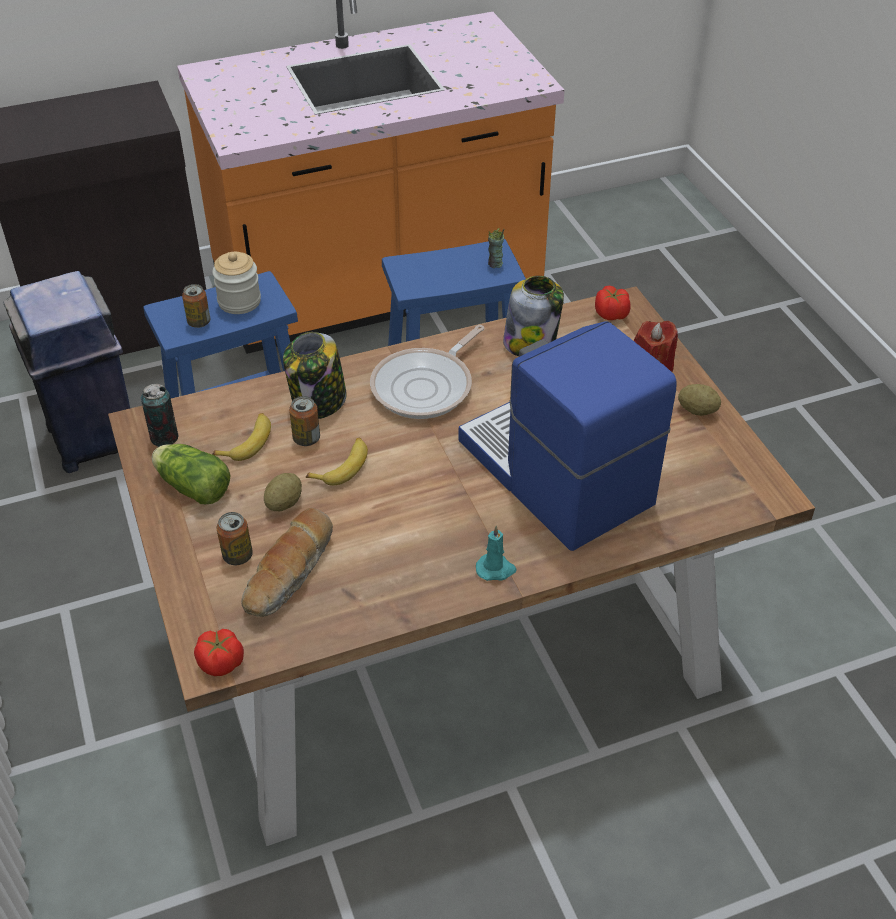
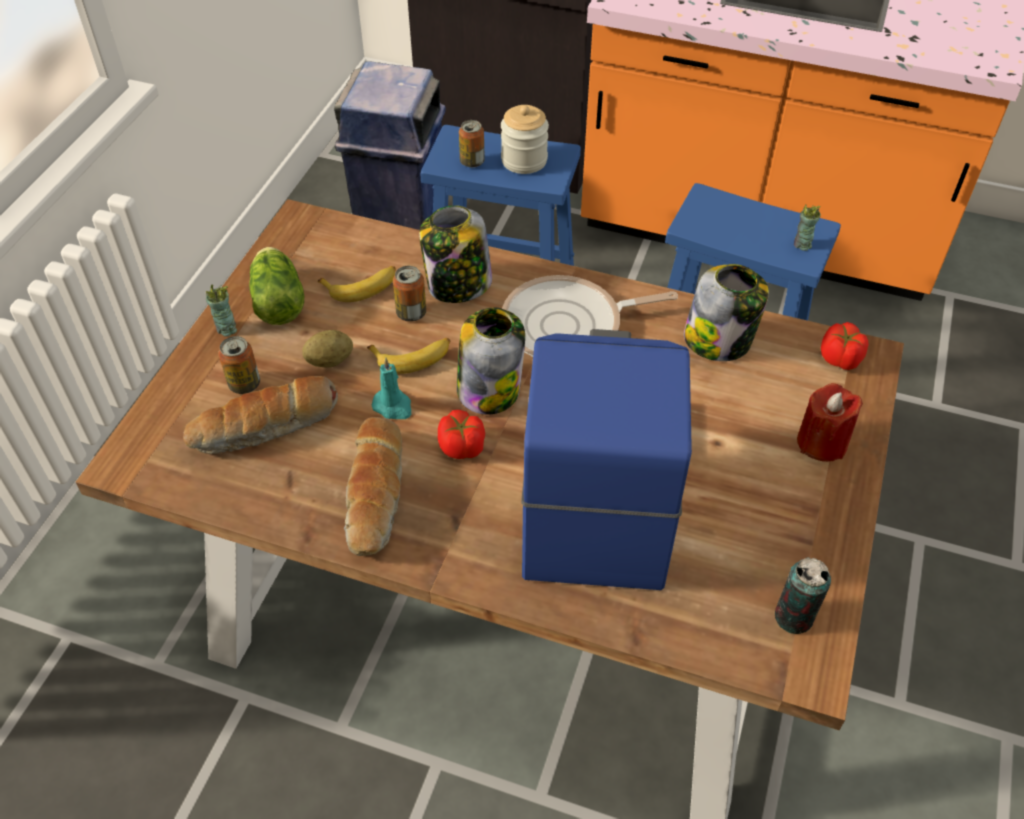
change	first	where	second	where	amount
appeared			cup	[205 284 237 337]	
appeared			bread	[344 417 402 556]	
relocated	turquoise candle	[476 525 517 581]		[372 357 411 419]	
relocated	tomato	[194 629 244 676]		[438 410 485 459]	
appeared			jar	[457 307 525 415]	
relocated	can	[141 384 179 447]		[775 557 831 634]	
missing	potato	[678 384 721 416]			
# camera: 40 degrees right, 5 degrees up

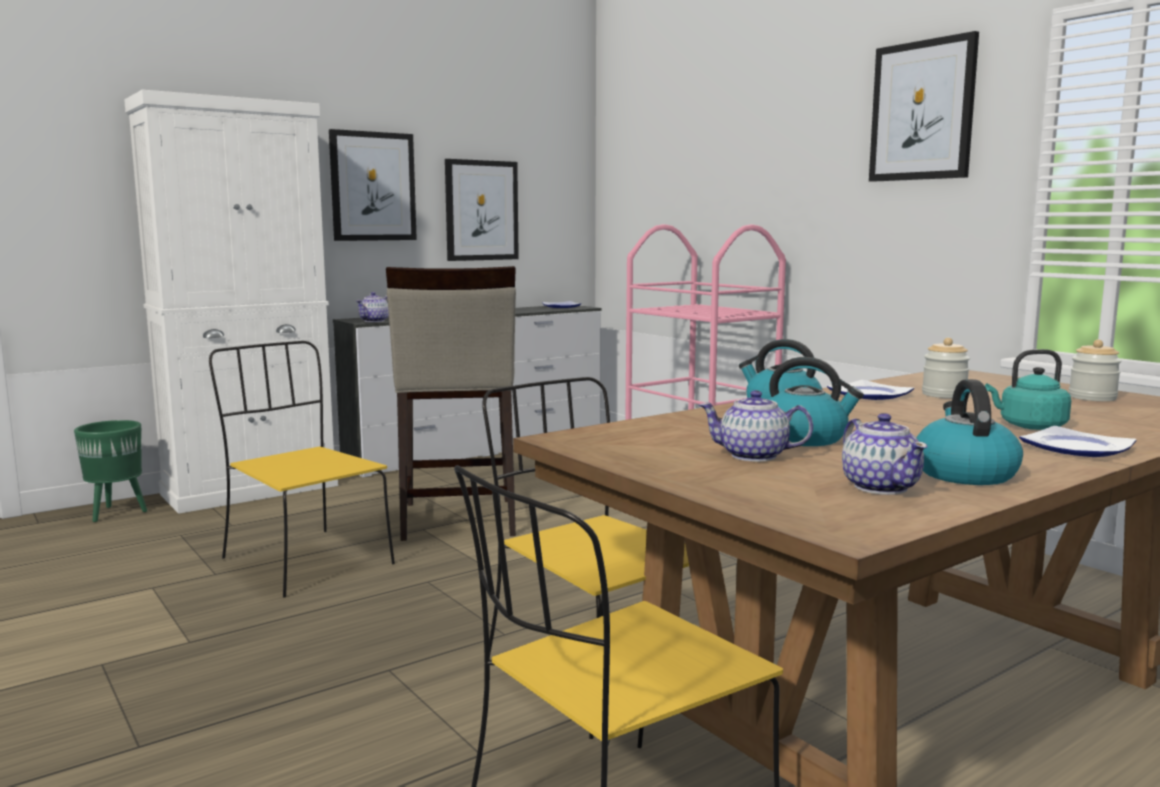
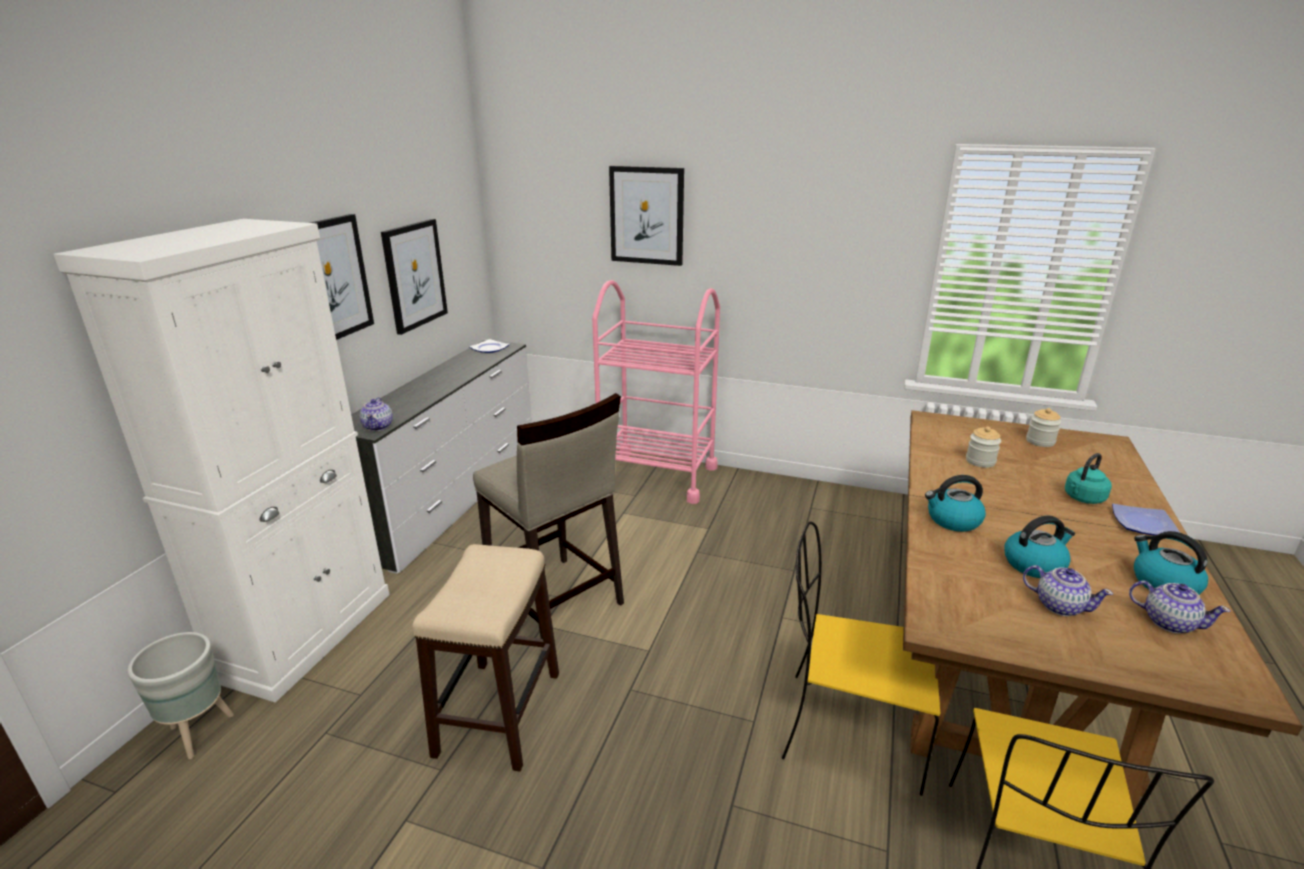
change	first	where	second	where	amount
colour	green planter	[74 420 147 522]	grey planter	[127 632 234 759]	
exchanged	yellow chair	[209 341 395 598]	stool	[412 544 559 771]	
relocated	picture	[869 31 979 182]		[609 166 684 266]	
spun	teapot	[699 390 813 462]		[1023 565 1113 616]	120 degrees counterclockwise
missing	plate	[827 380 914 400]			
# camera: 35 degrees left, 15 degrees up

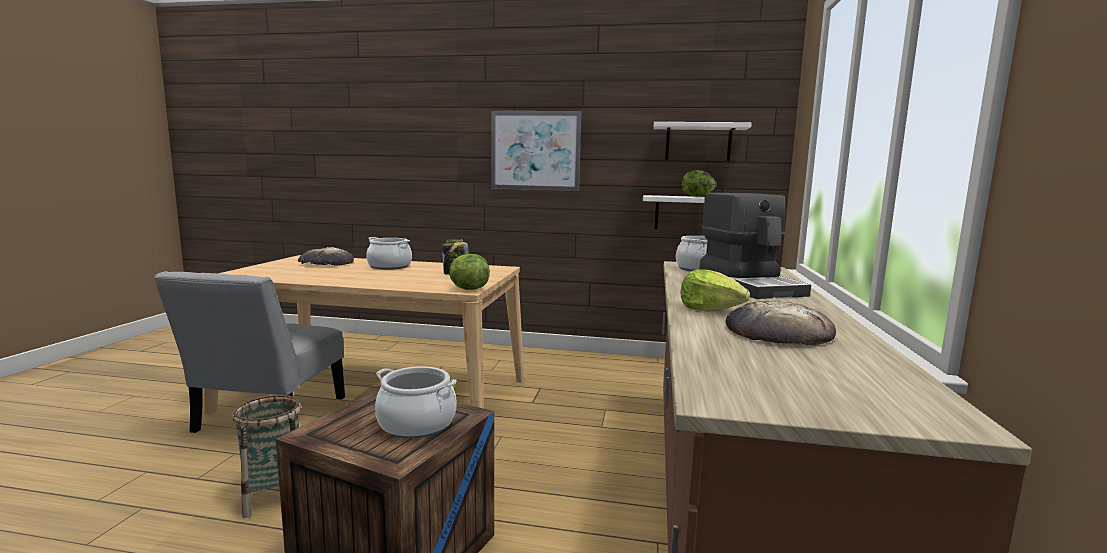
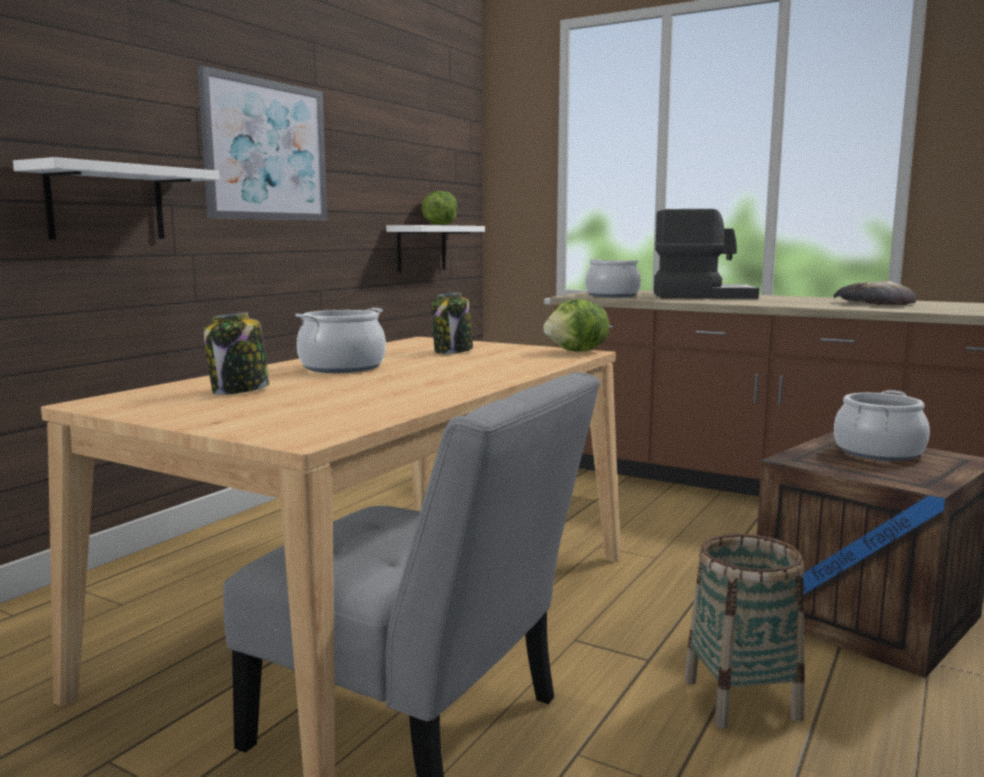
change	first	where	second	where	amount
relocated	white shelf	[654 122 752 161]		[13 157 219 240]	
exchanged	bread	[298 247 354 266]	jar	[203 313 269 395]	
missing	lettuce	[680 269 750 312]			
# camera: 70 degrees left, 0 degrees up

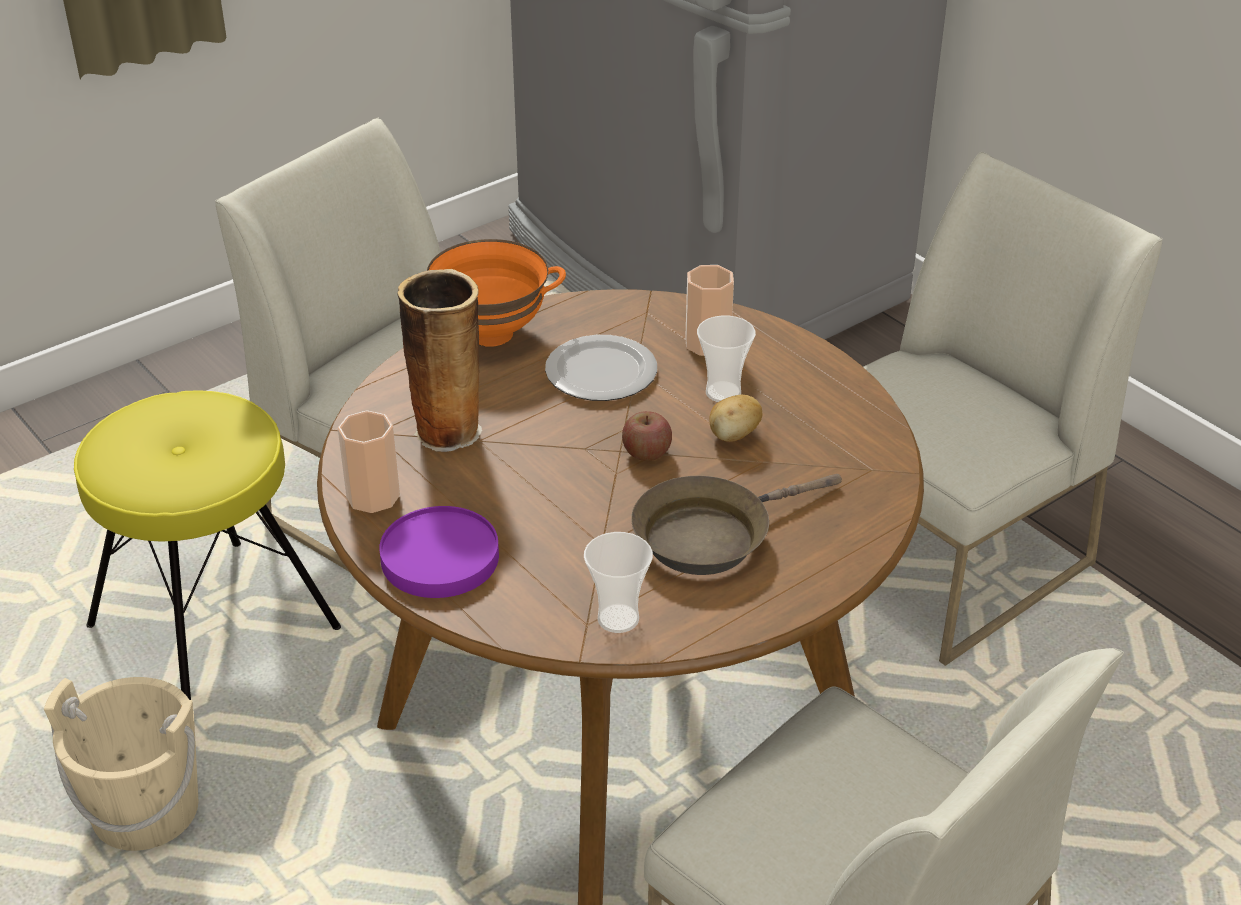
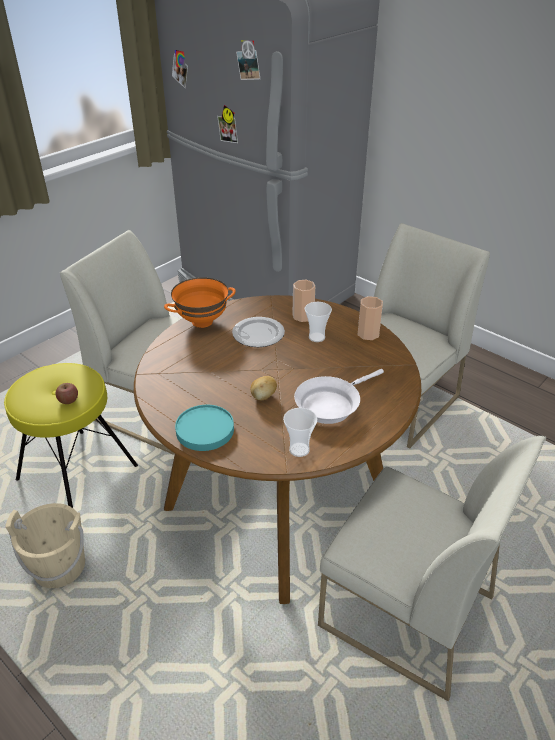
change	first	where	second	where	amount
relocated	apple	[622 411 672 461]		[56 383 78 404]	
colour	purple plate	[379 506 499 598]	turquoise plate	[175 405 234 451]	
relocated	potato	[709 395 763 442]		[251 376 277 400]	
colour	brown frying pan	[631 474 842 575]	white frying pan	[294 369 384 424]	
relocated	cup	[338 410 400 513]		[358 296 383 340]	
missing	vase	[397 269 482 452]			
# camera: 10 degrees left, 0 degrees up

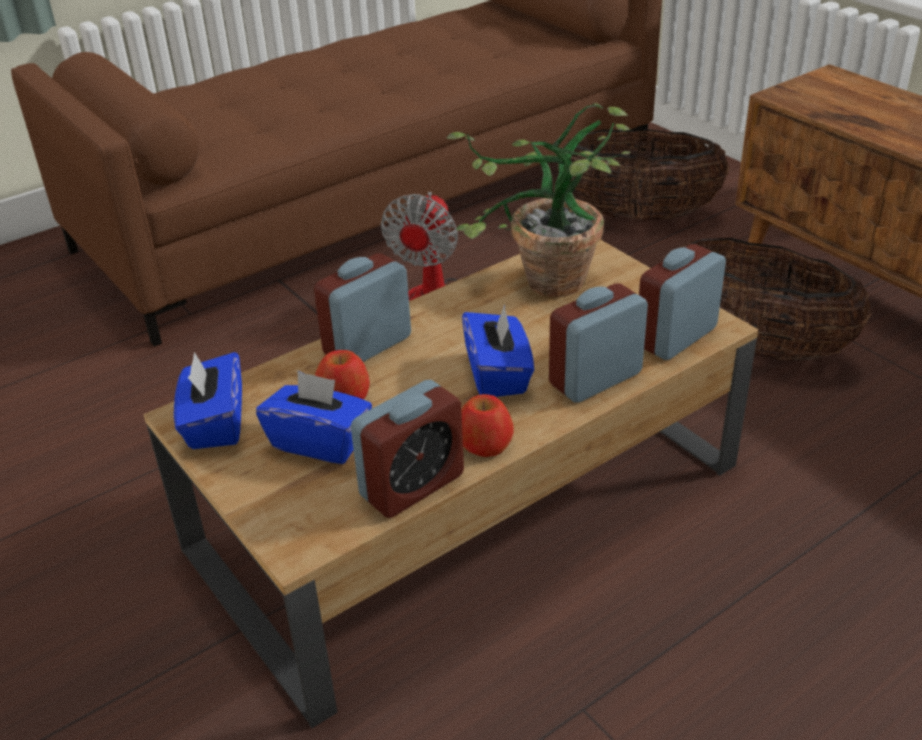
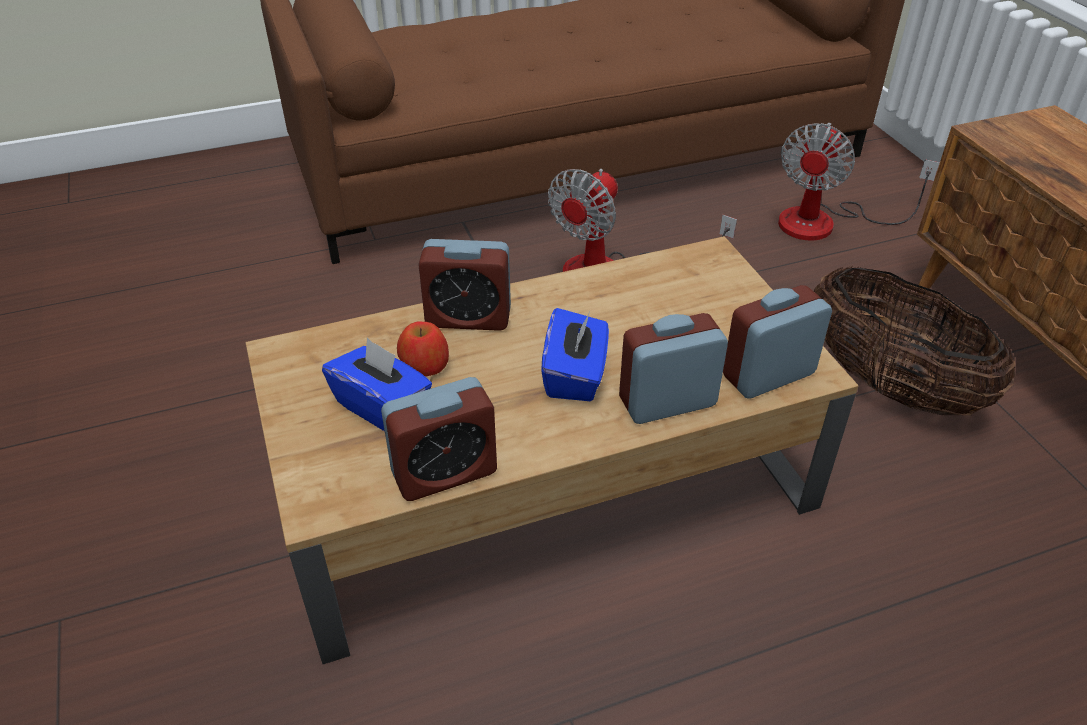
change	first	where	second	where	amount
spun	alarm clock	[314 253 411 362]		[418 239 511 331]	150 degrees counterclockwise
exchanged	basket	[557 129 729 220]	fan	[778 123 940 240]	
missing	blue tissue box	[174 352 242 449]			
missing	potted plant	[447 103 630 297]			
missing	apple	[461 394 514 457]			
# camera: 15 degrees right, 5 degrees up

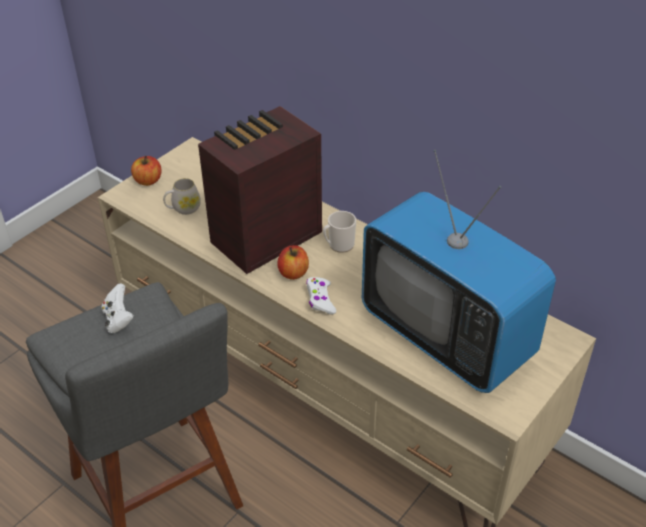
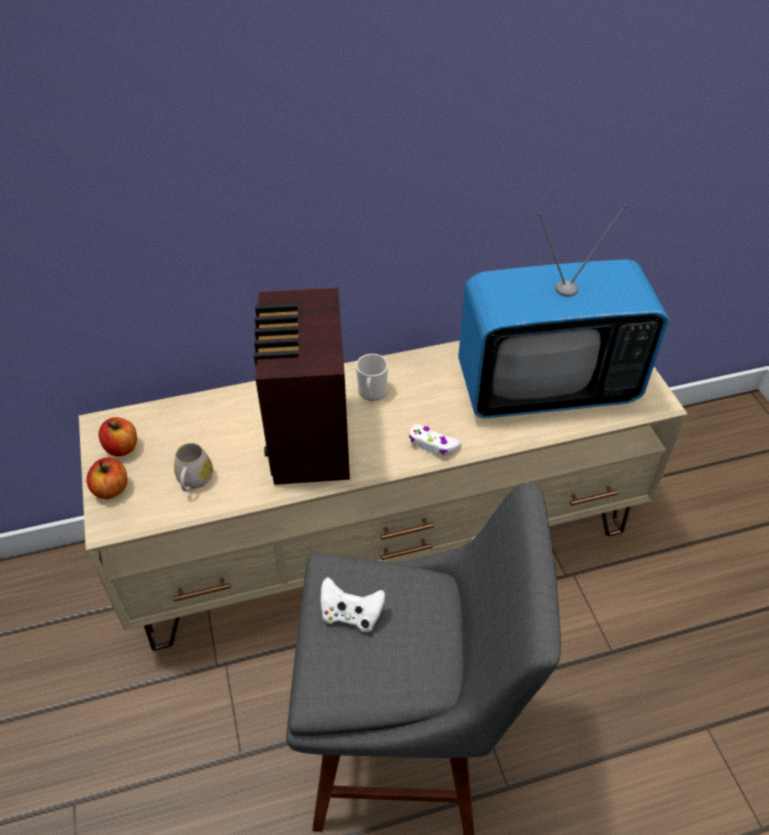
change	first	where	second	where	amount
relocated	apple	[277 245 309 280]		[98 417 137 456]	
# camera: 55 degrees left, 5 degrees up

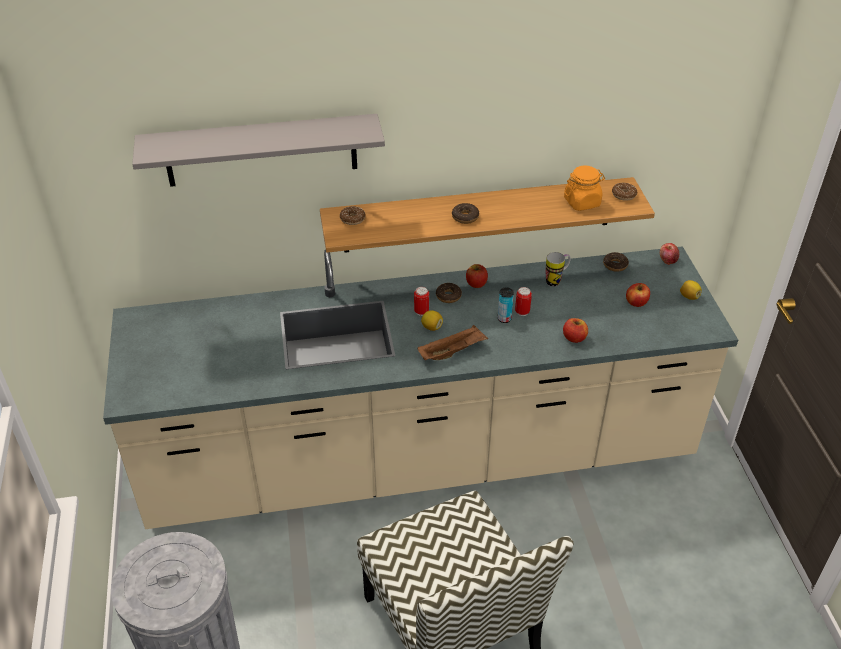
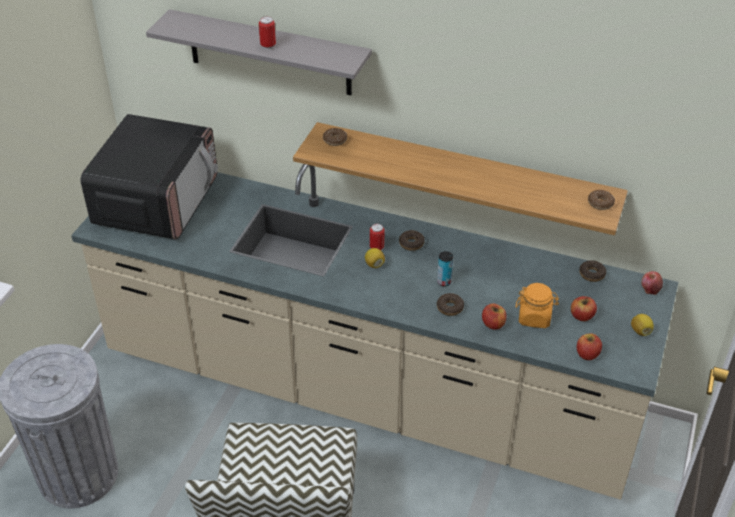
change	first	where	second	where	amount
appeared			microwave	[80 114 218 240]	
relocated	can	[515 287 532 316]		[259 16 276 49]	
relocated	donut	[452 203 479 224]		[437 293 464 316]	
relocated	orange jar	[564 166 605 211]		[516 283 559 328]	
relocated	apple	[466 264 488 288]		[577 334 602 360]	
missing	brown tray	[418 325 488 360]			
missing	mug	[546 252 571 287]			
# camera: 30 degrees right, 0 degrees up

